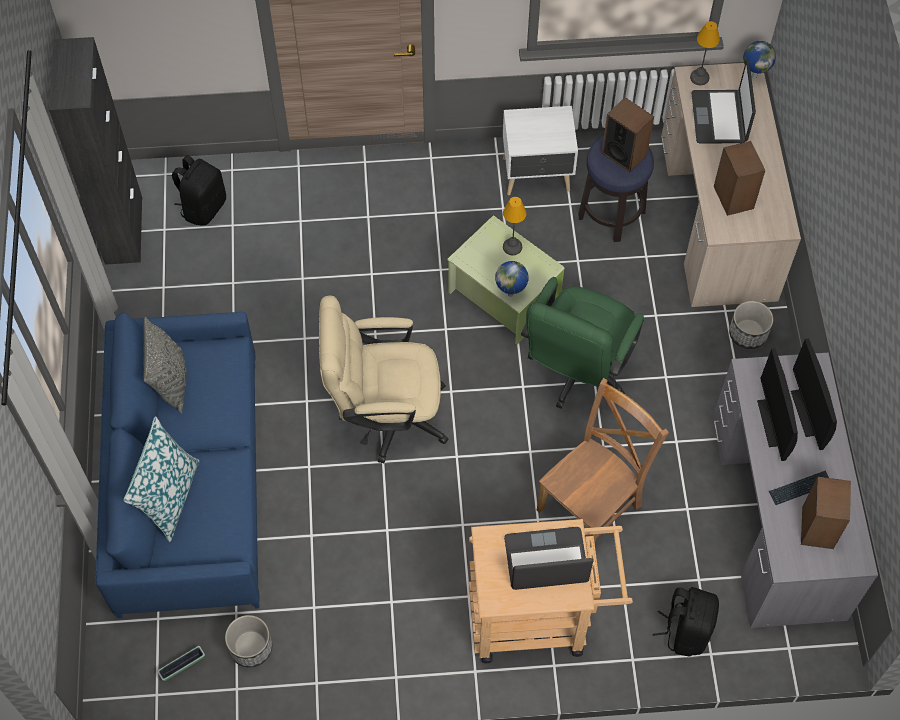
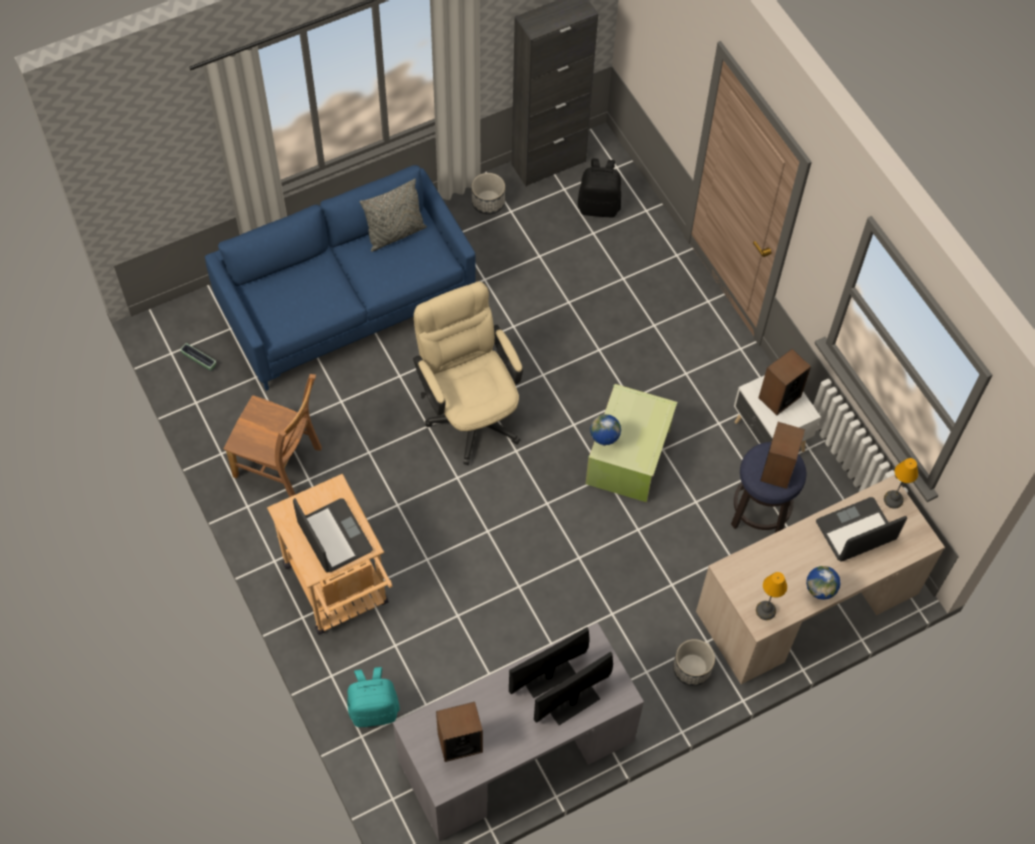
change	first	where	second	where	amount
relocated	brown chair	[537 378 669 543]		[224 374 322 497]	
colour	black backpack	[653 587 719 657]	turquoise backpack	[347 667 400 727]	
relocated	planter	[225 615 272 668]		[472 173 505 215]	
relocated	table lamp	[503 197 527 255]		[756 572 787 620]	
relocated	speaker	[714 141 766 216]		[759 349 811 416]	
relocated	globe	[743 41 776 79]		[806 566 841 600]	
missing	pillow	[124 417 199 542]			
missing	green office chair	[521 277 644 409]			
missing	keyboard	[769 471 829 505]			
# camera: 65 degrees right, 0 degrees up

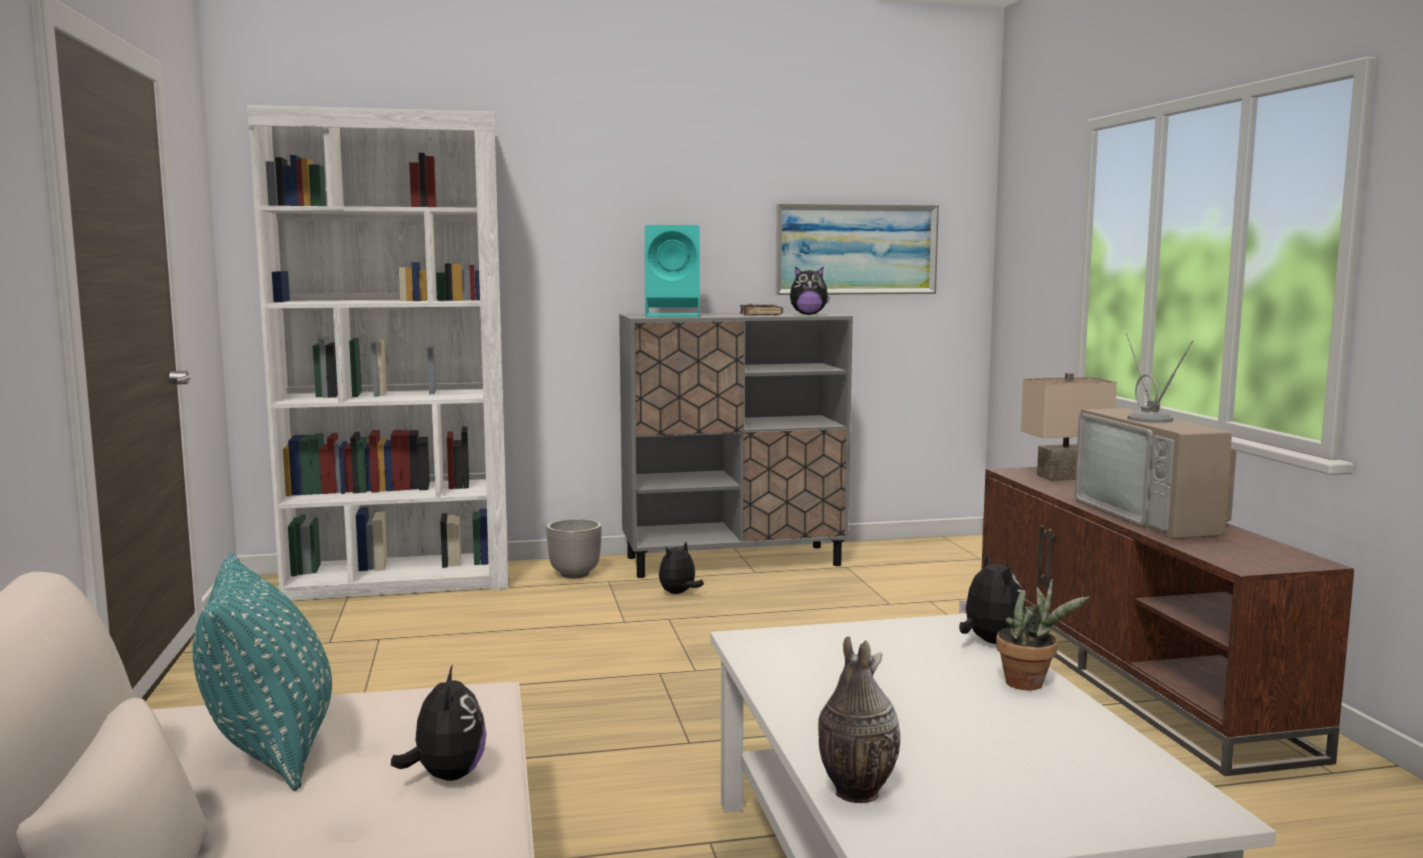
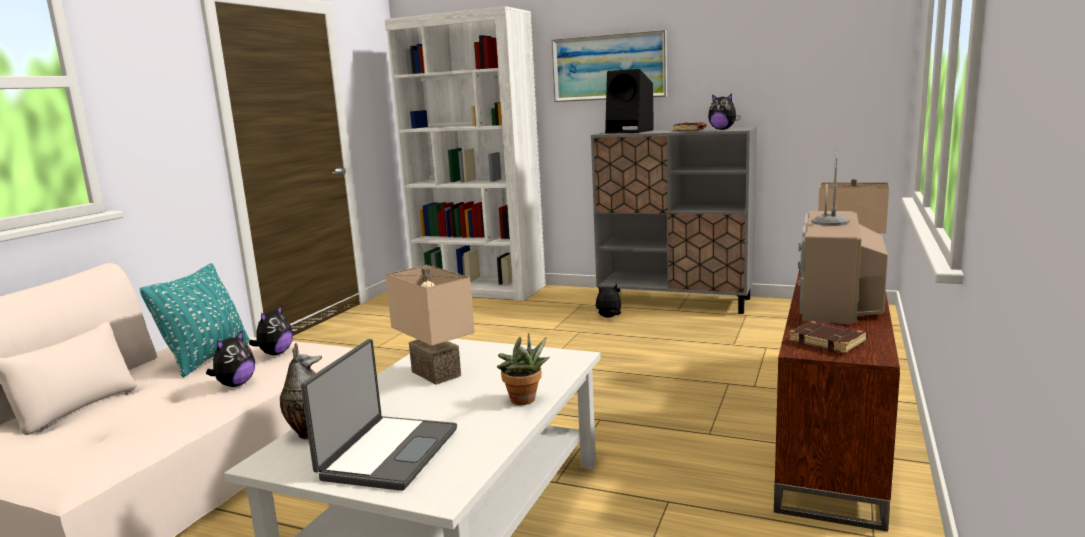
change	first	where	second	where	amount
relocated	plush toy	[959 553 1025 644]		[249 304 293 355]	
appeared			laptop	[301 339 457 491]	
appeared			beige table lamp	[385 265 475 385]	
relocated	picture	[776 204 939 295]		[551 30 667 102]	
colour	turquoise speaker	[645 225 700 317]	black speaker	[605 69 654 134]	
appeared			brown book	[789 320 867 354]	
missing	planter	[546 519 602 578]			
# camera: 35 degrees right, 5 degrees up

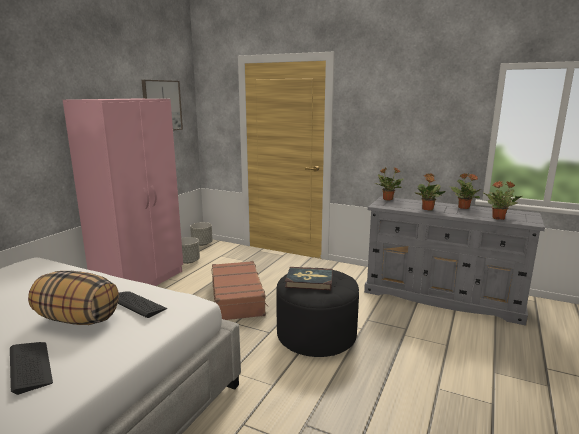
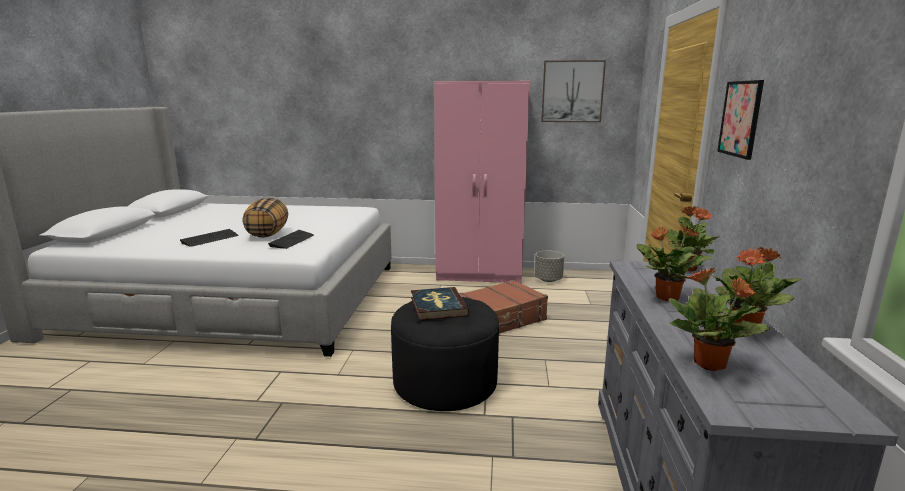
change	first	where	second	where	amount
appeared			picture	[717 80 764 160]	
missing	grey planter	[190 222 213 246]			
# camera: 70 degrees right, 0 degrees up

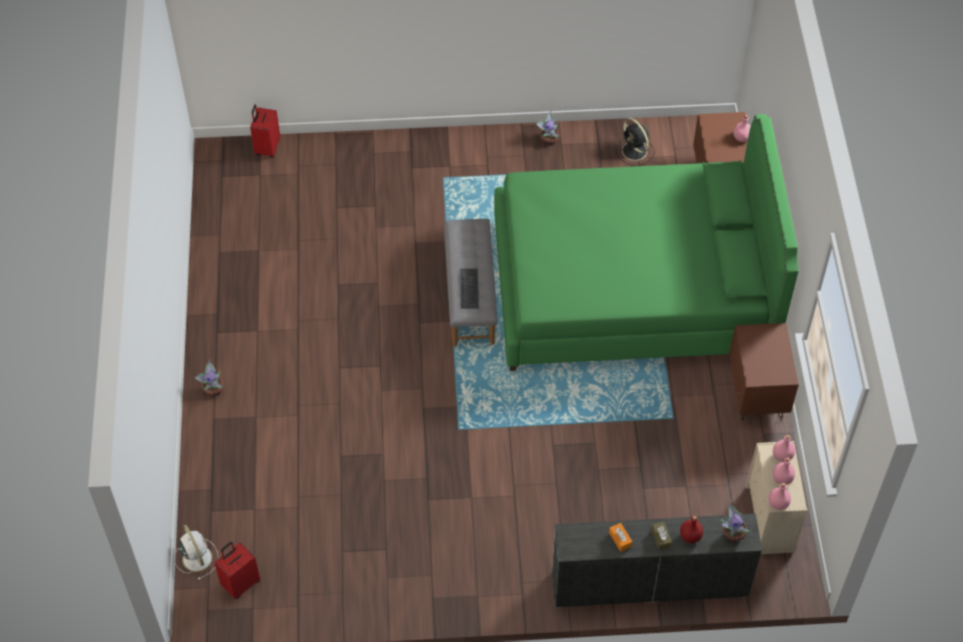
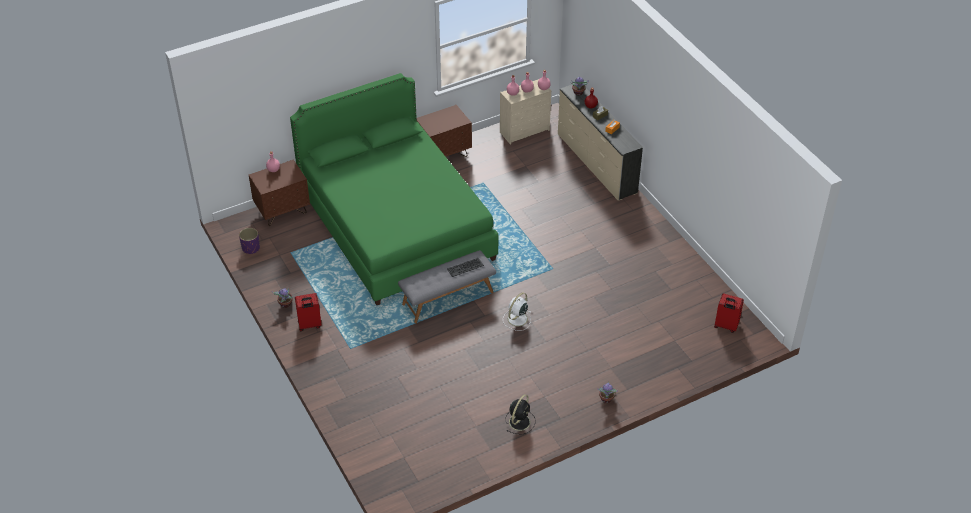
change	first	where	second	where	amount
appeared			purple planter	[239 228 260 254]	
relocated	red suitcase	[250 105 280 158]		[295 293 322 331]	
relocated	white fan	[175 525 219 580]		[503 293 531 331]	
relocated	black fan	[616 118 655 166]		[505 394 536 435]	
# camera: 115 degrees left, 10 degrees down

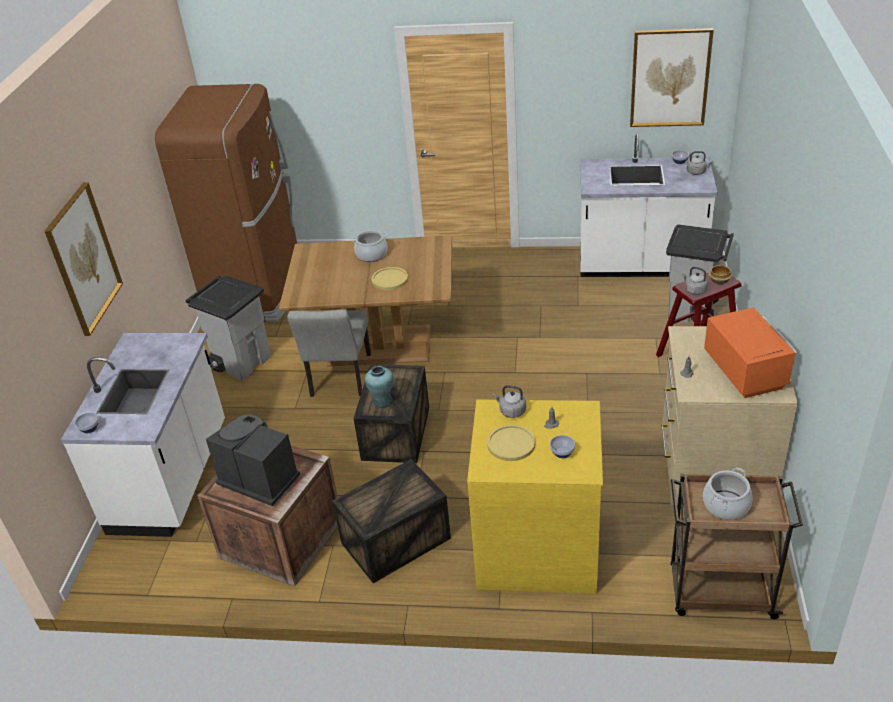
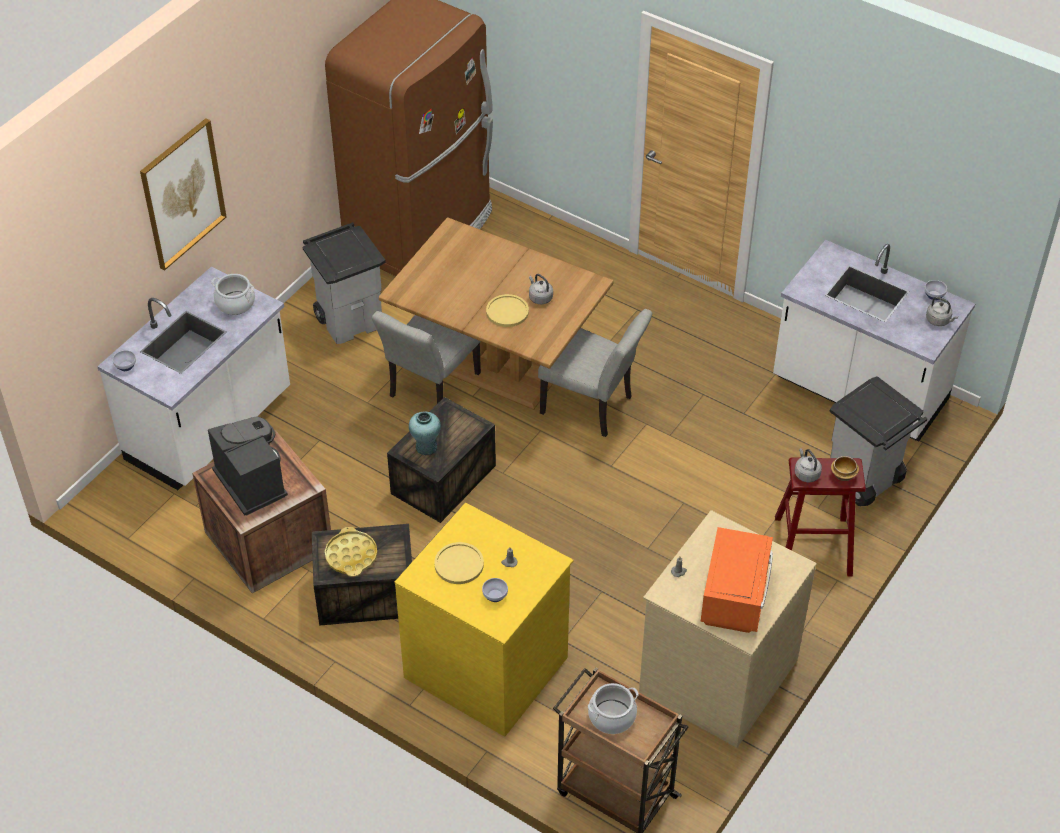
change	first	where	second	where	amount
relocated	cooking pot	[351 230 388 262]		[211 274 255 315]	
appeared			yellow tray	[325 527 377 577]	
relocated	grey kettle	[493 385 526 418]		[529 274 553 304]	
appeared			grey chair	[538 309 653 437]	
missing	picture	[630 28 714 127]			
# camera: 25 degrees right, 10 degrees up

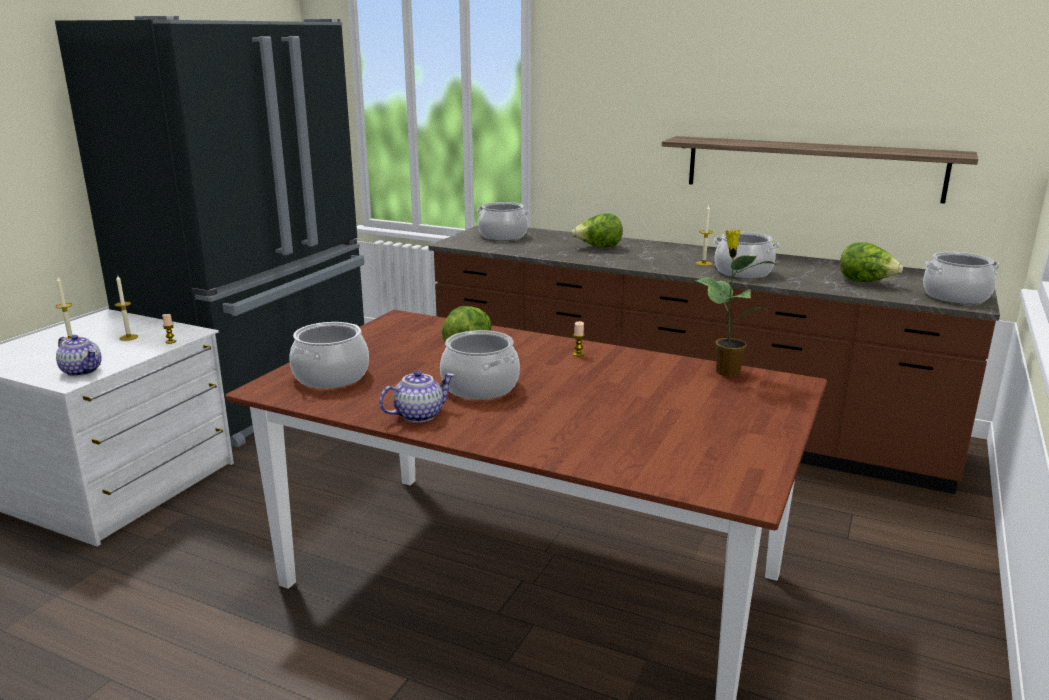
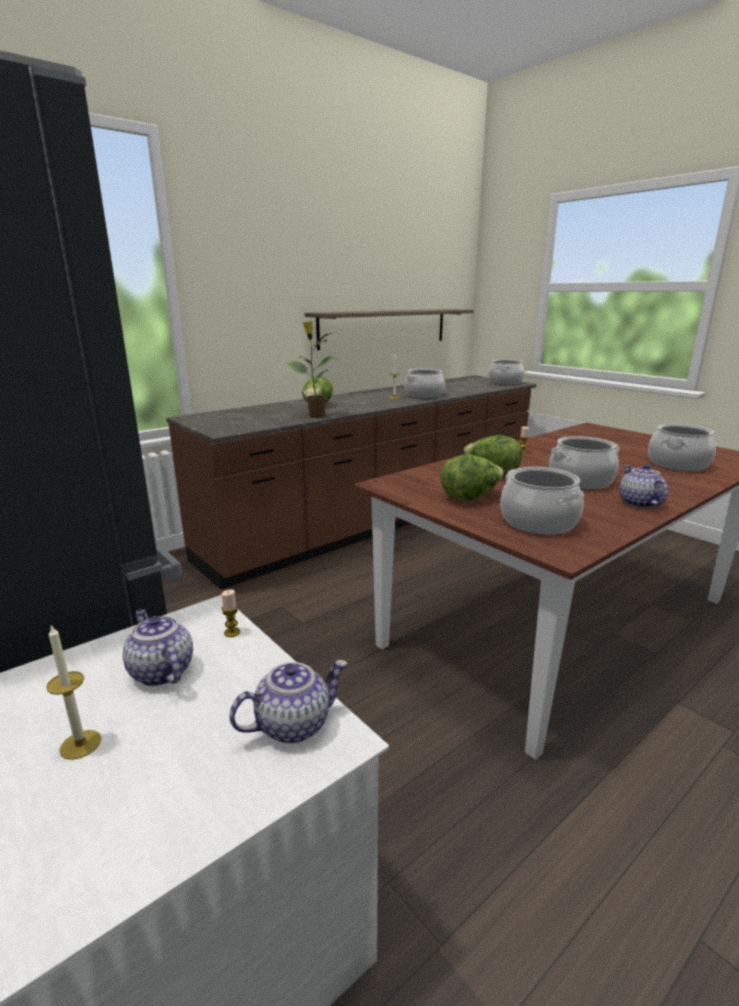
change	first	where	second	where	amount
exchanged	candle	[115 274 138 341]	teapot	[123 609 193 686]	
relocated	potted plant	[695 229 778 377]		[285 321 341 418]	
relocated	lettuce	[840 242 903 282]		[440 454 504 501]	
relocated	cooking pot	[477 202 529 240]		[648 424 716 471]	
# camera: 65 degrees left, 0 degrees up

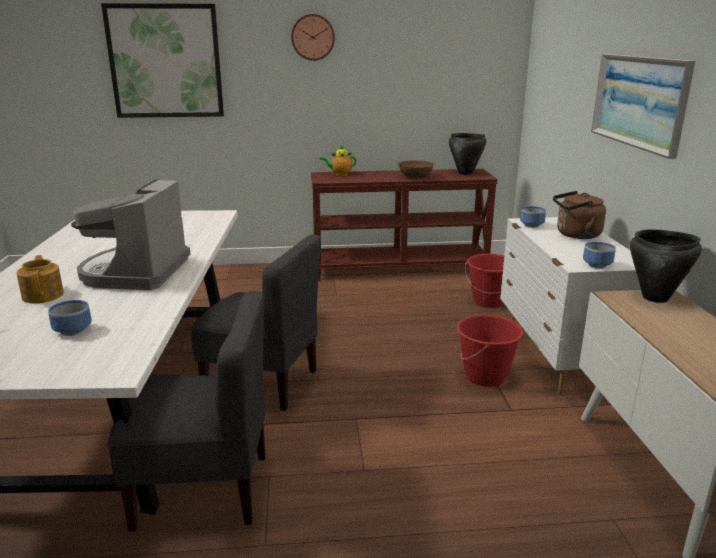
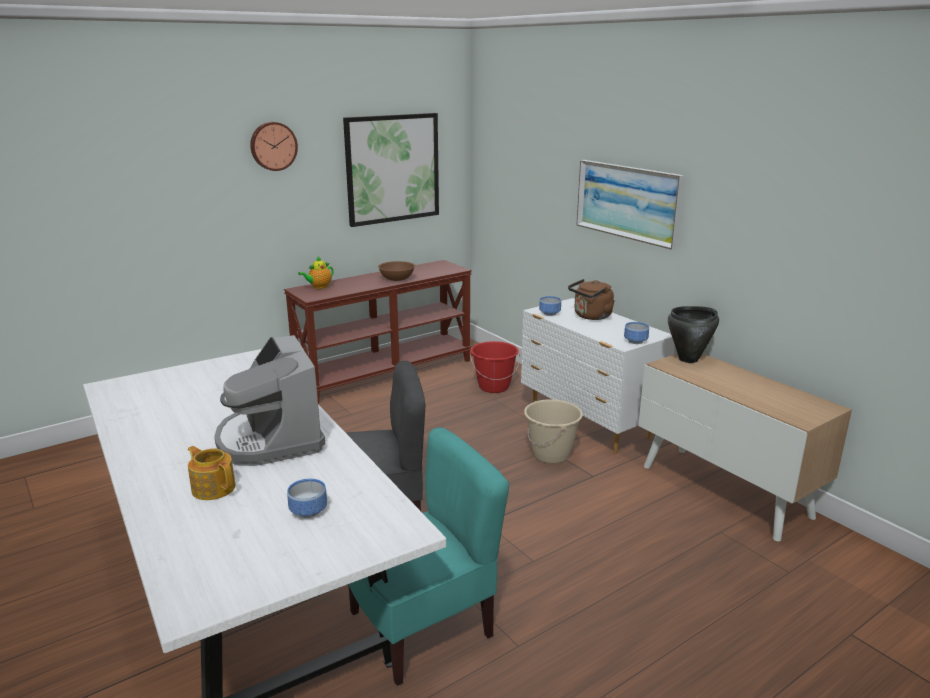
change	first	where	second	where	amount
relocated	picture	[101 3 224 118]		[343 113 439 227]	
colour	grey chair	[108 291 265 532]	turquoise chair	[348 427 509 685]	
colour	red bucket	[457 315 524 387]	beige bucket	[524 399 583 464]	
missing	black cooking pot	[449 133 487 175]			
# camera: 30 degrees left, 0 degrees up

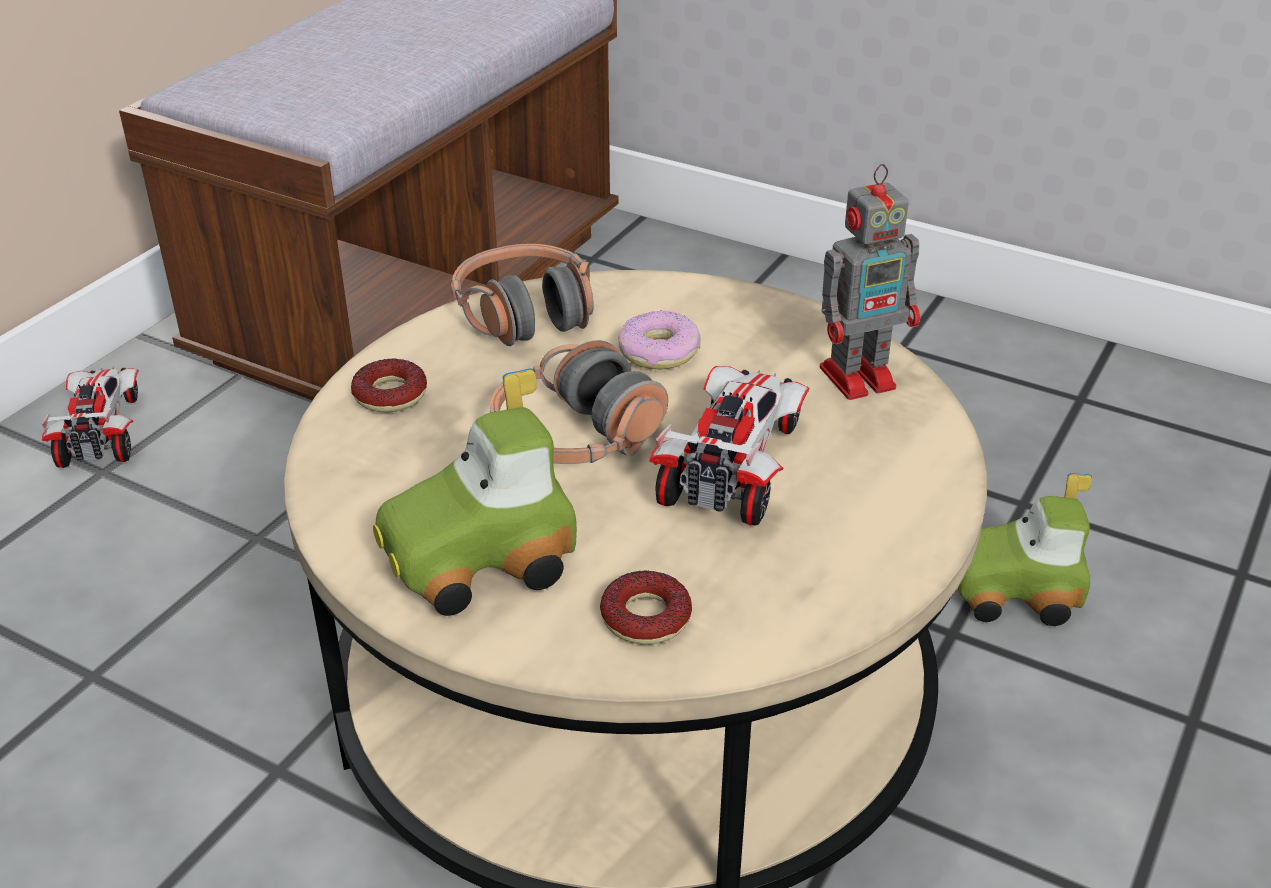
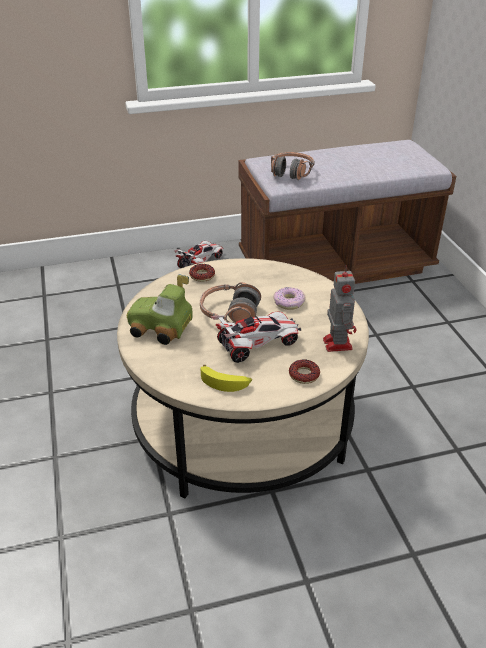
change	first	where	second	where	amount
appeared			banana	[201 365 252 392]	
relocated	headphones	[451 244 594 346]		[271 152 315 180]	
relocated	donut	[600 571 692 645]		[289 359 320 384]	
spun	toy robot	[820 164 920 400]		[323 265 357 352]	120 degrees counterclockwise
missing	toy car	[958 473 1092 626]			
# camera: 45 degrees right, 0 degrees up

